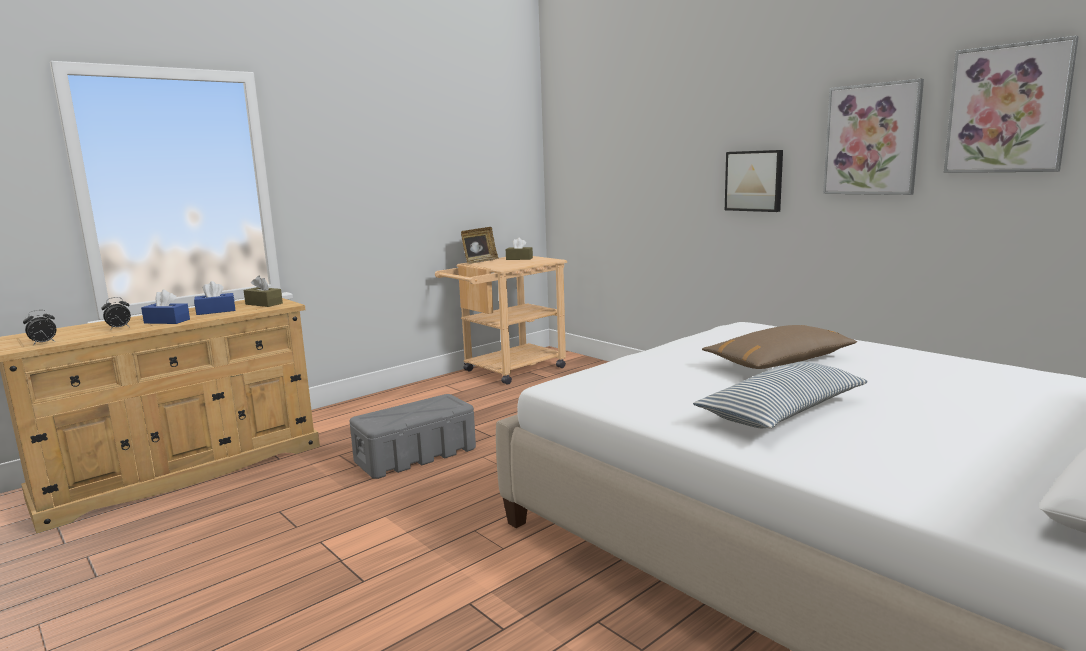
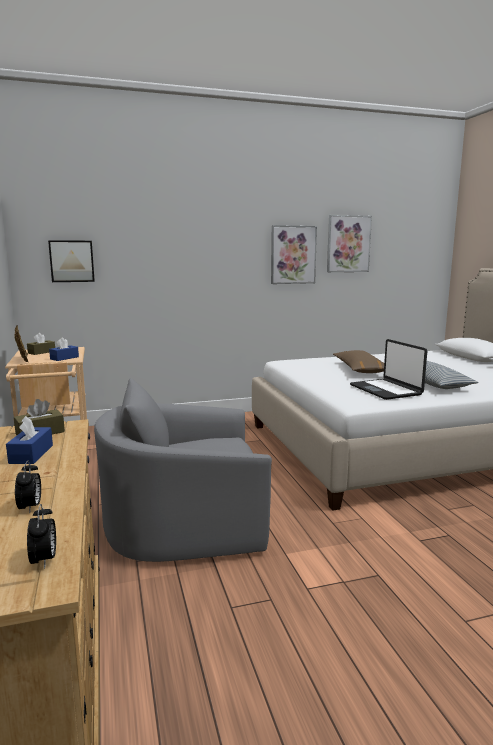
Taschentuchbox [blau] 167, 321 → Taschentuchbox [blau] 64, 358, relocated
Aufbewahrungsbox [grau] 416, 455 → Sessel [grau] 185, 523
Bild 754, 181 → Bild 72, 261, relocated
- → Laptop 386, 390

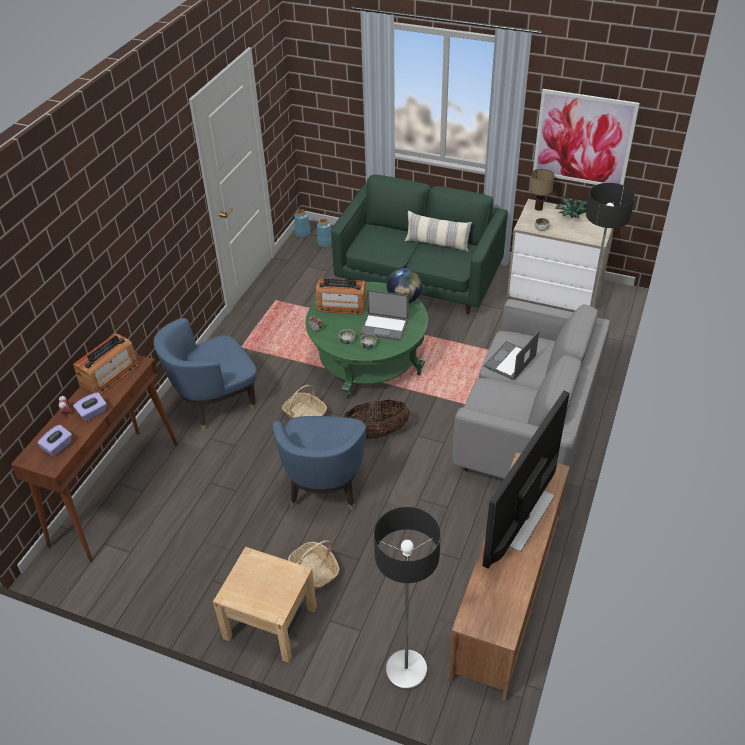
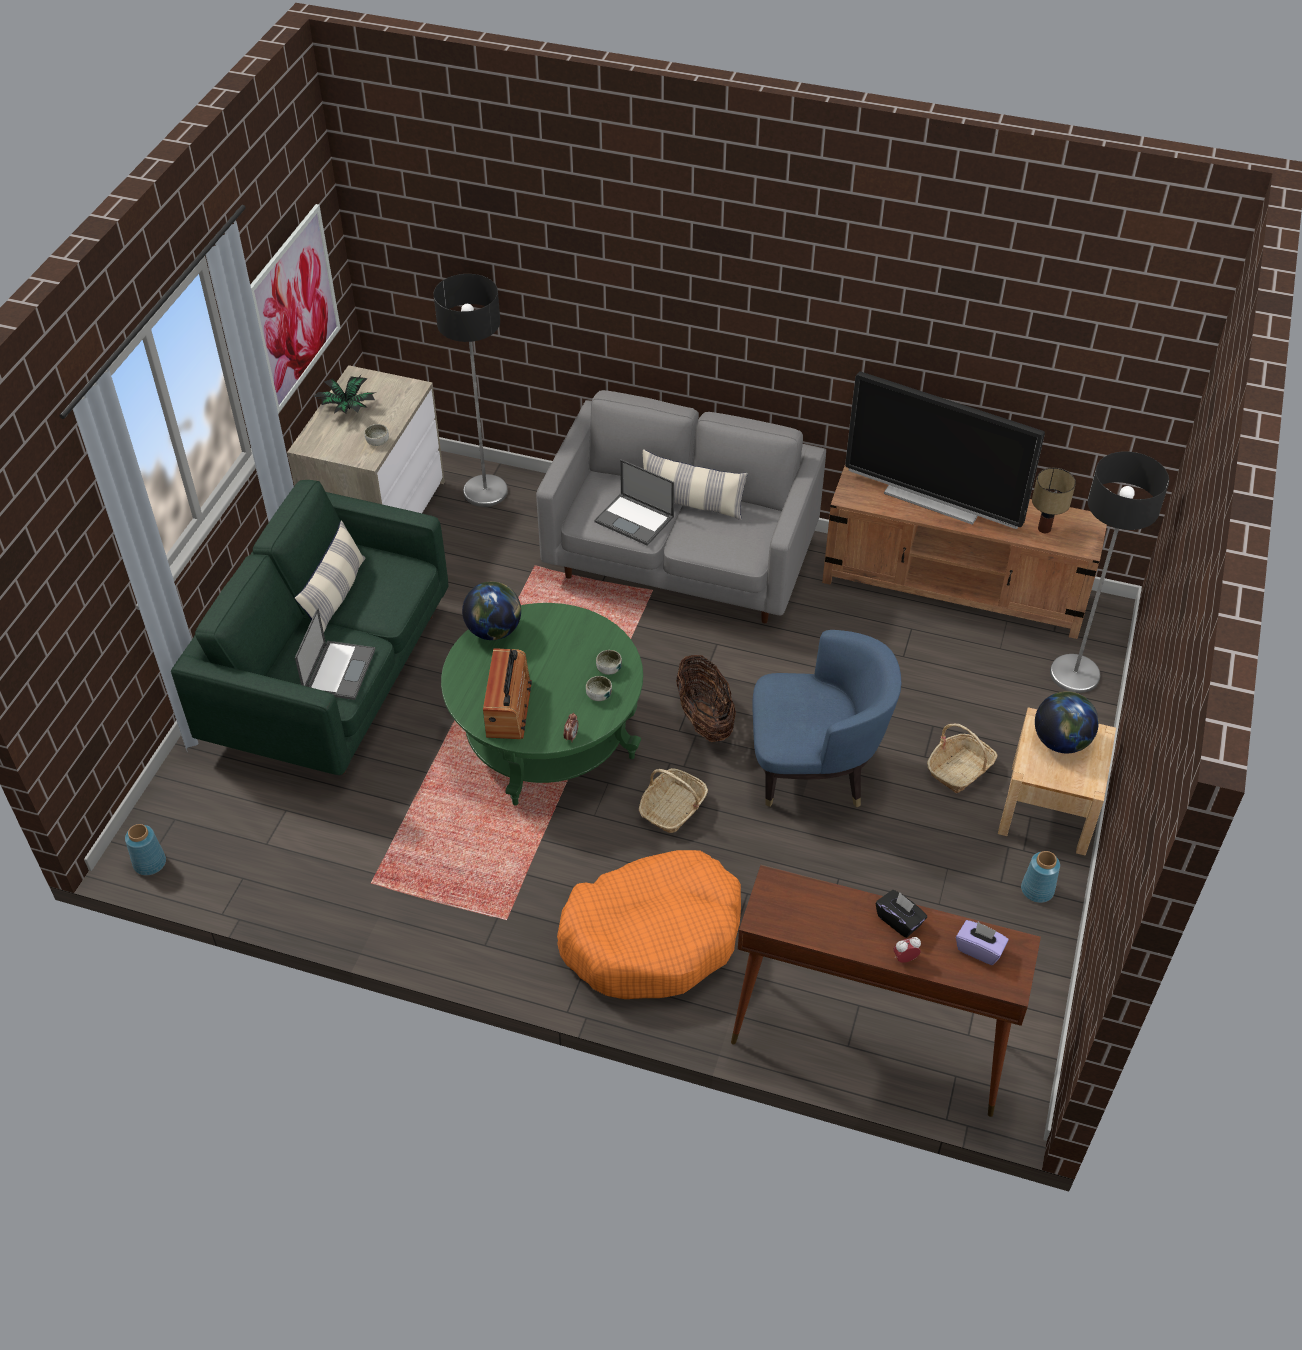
Radio 110, 375 → -
Taschentuchbox [lila] 93, 413 → Taschentuchbox [schwarz] 899, 921
Sessel [blau] 215, 403 → Hundebett [orange] 653, 936
Vase [blau] 325, 242 → Vase [blau] 1036, 889, relocated
Laptop 384, 327 → Laptop 339, 670, relocated
Tischlampe 538, 208 → Tischlampe 1043, 529, relocated
- → Kissen 691, 503
- → Globus 1061, 741

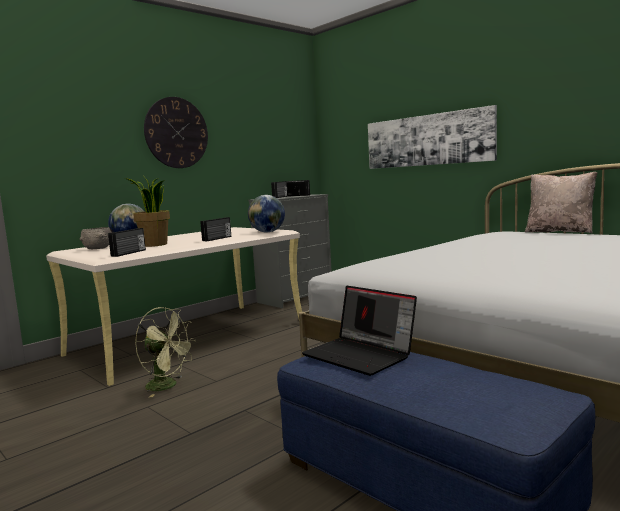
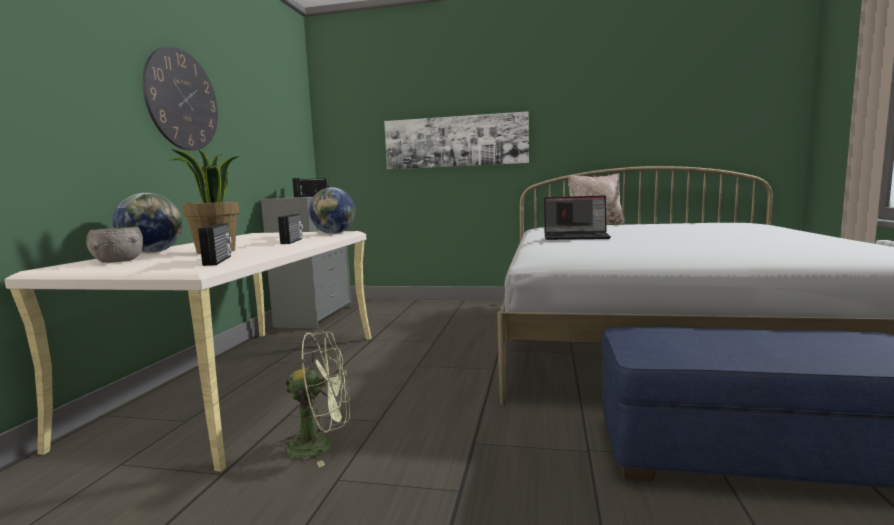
Laptop 361, 355 → Laptop 577, 237, relocated

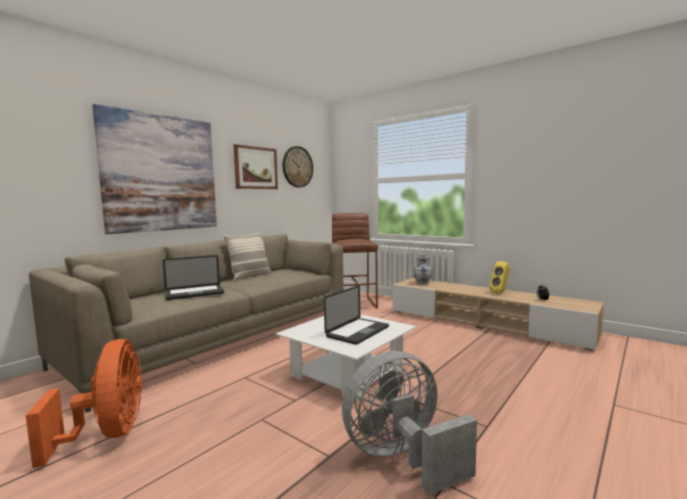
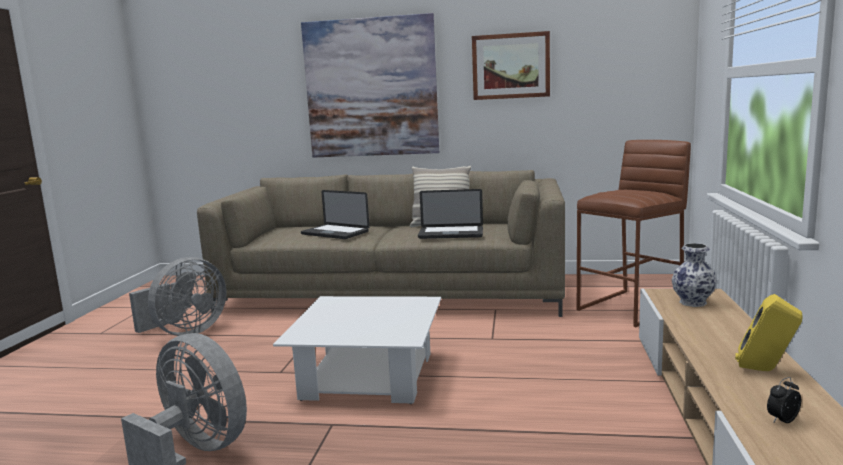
Ventilator [orange] 108, 434 → Ventilator [grau] 185, 332
Wanduhr 297, 167 → -
Laptop 358, 332 → Laptop 451, 234, relocated

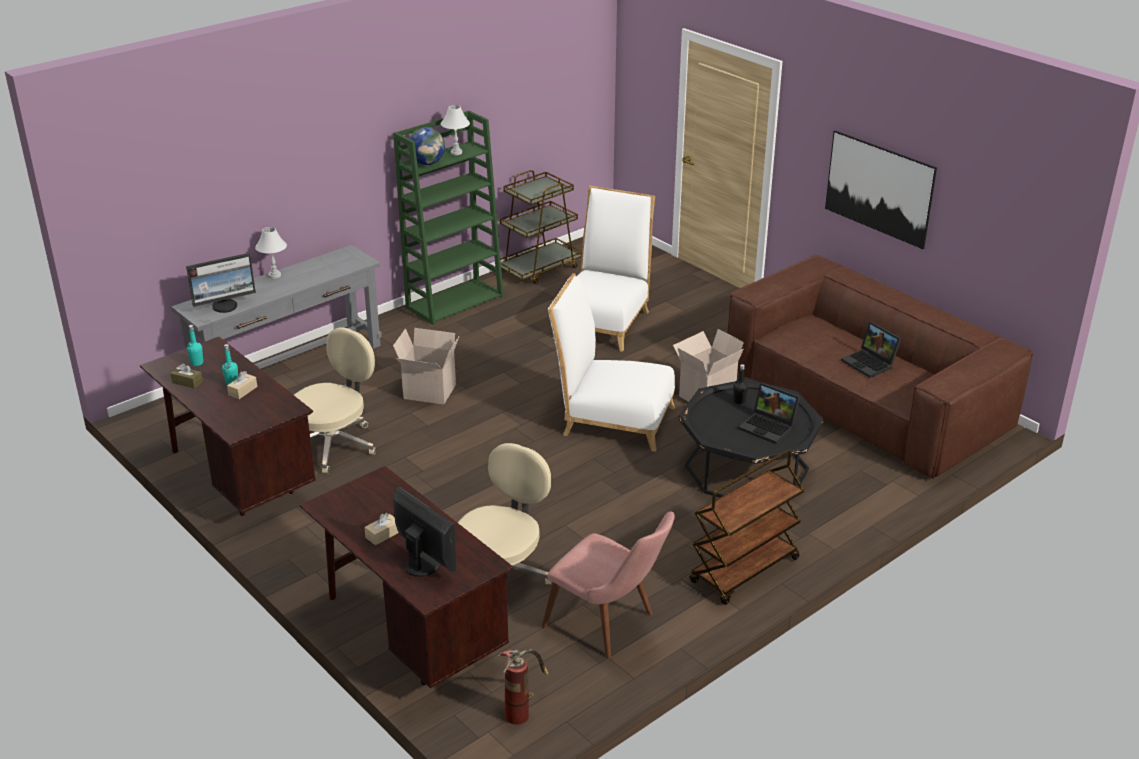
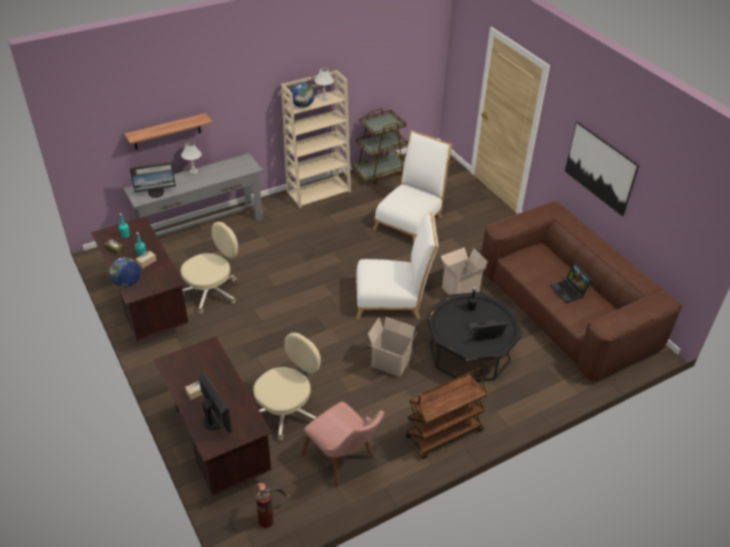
Bücherregal [grün] 455, 301 → Bücherregal [beige] 319, 191
Karton 428, 392 → Karton 389, 363, relocated
Stuhl [weiß] 611, 419 → Stuhl [weiß] 392, 299, 150 degrees clockwise
Laptop 769, 427 → Laptop 484, 333, 120 degrees clockwise
- → Globus 127, 283
- → Wandregal 167, 131

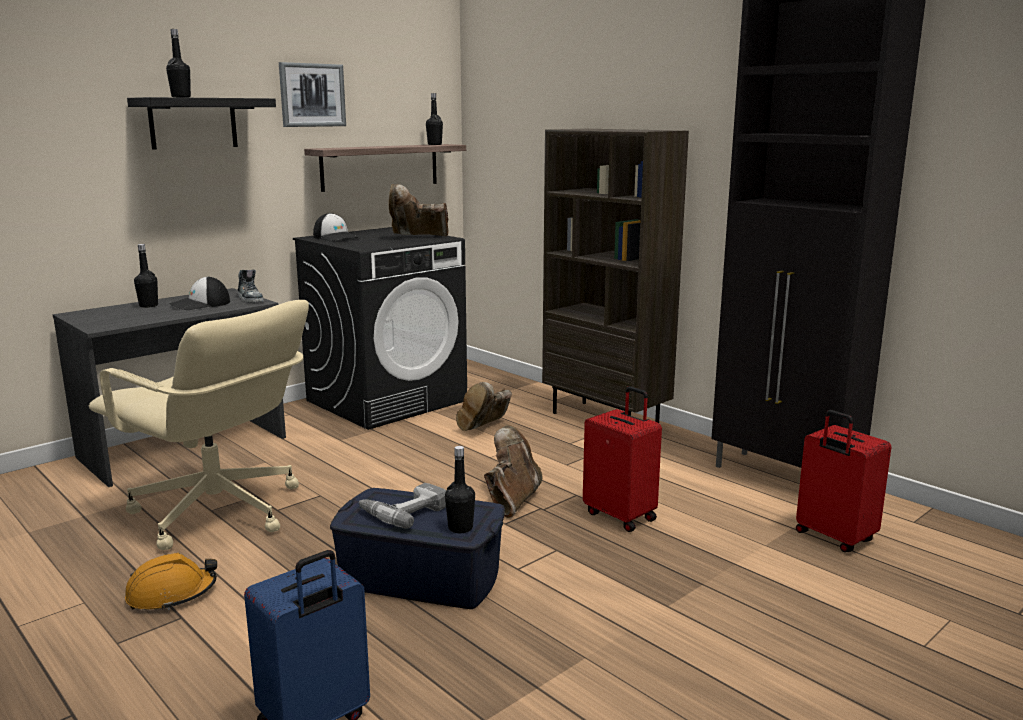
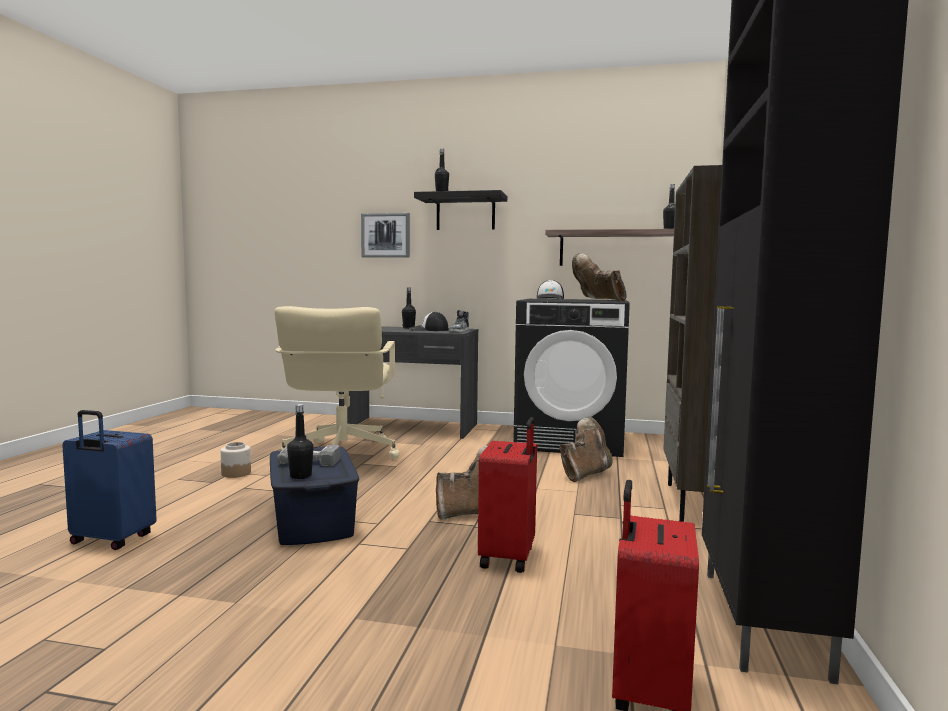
Schutzhelm [orange] 171, 594 → Vorratsglas 236, 473
Bild 312, 95 → Bild 385, 235, relocated
Stiefel [braun] 485, 429 → Stiefel [braun] 584, 474, 135 degrees clockwise

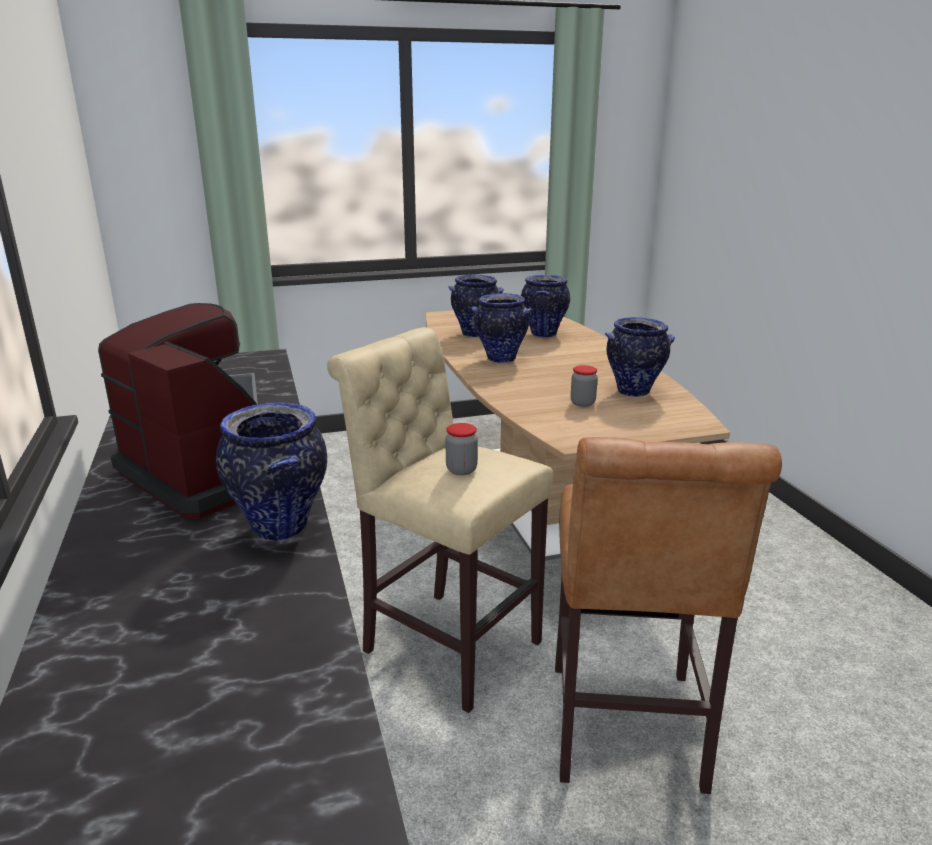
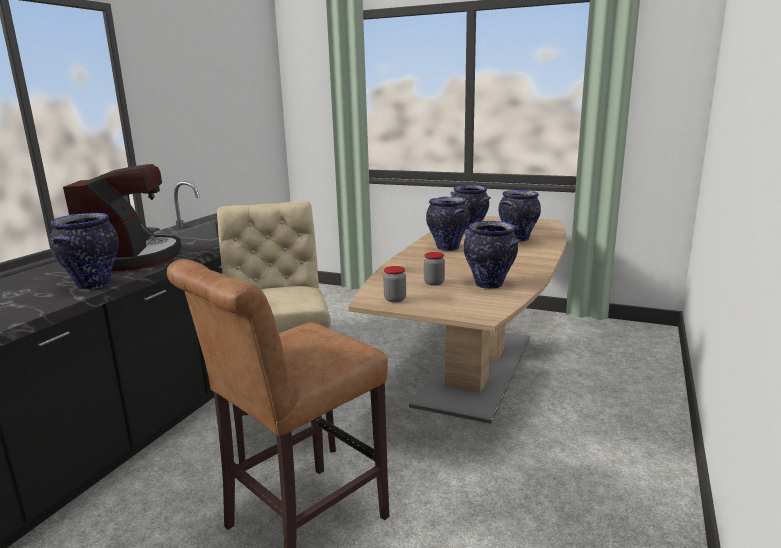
Vorratsglas 461, 470 → Vorratsglas 395, 299, relocated

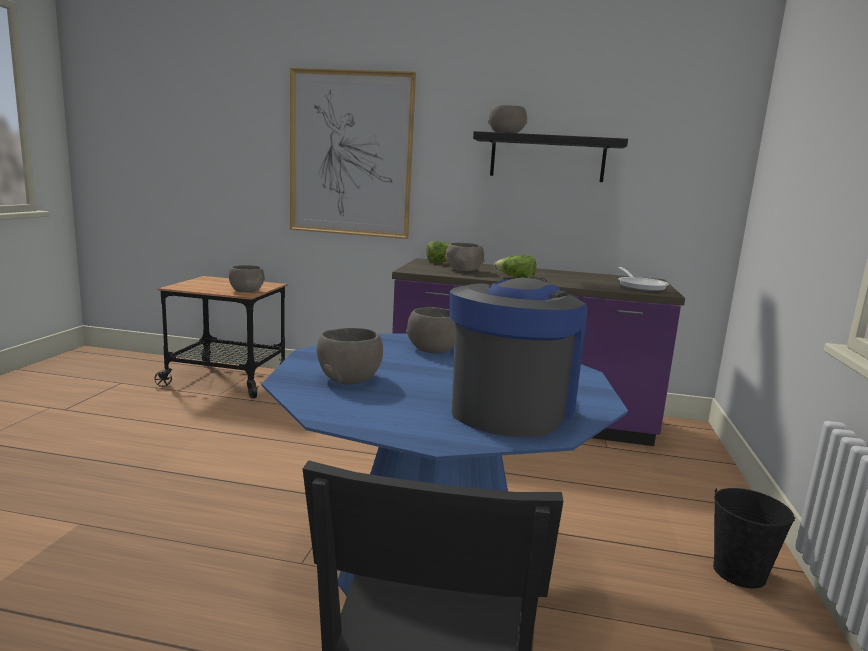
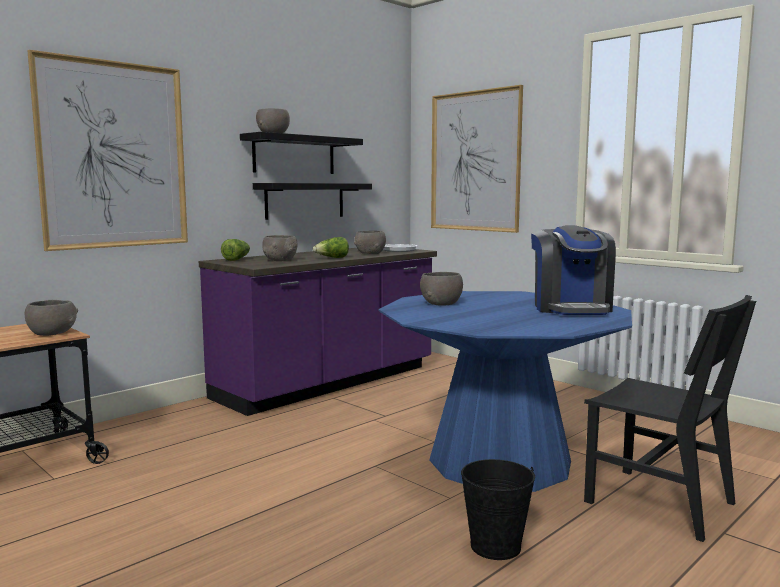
Schüssel [grau] 348, 378 → Schüssel [grau] 370, 253, relocated
Kaffeemaschine 511, 408 → Kaffeemaschine 571, 308, 150 degrees counterclockwise
Eimer [schwarz] 739, 572 → Eimer [schwarz] 495, 546, relocated
- → Wandregal [schwarz] 305, 200
- → Bild 475, 161

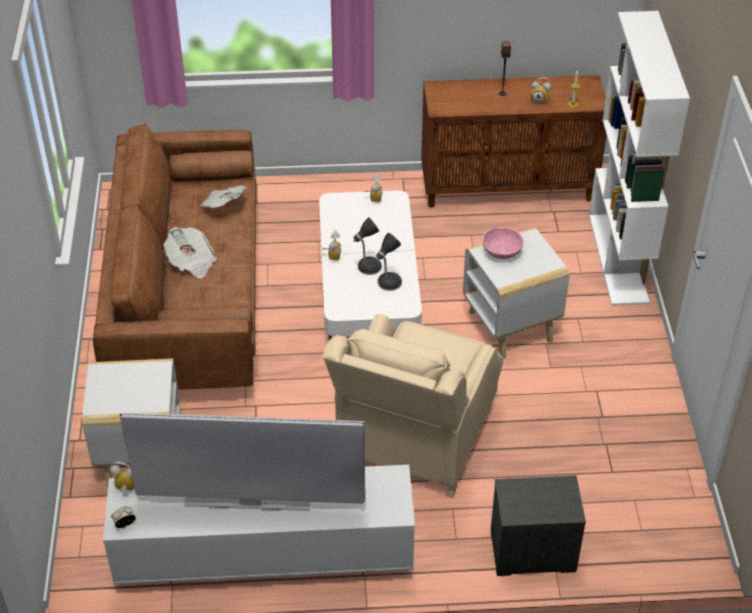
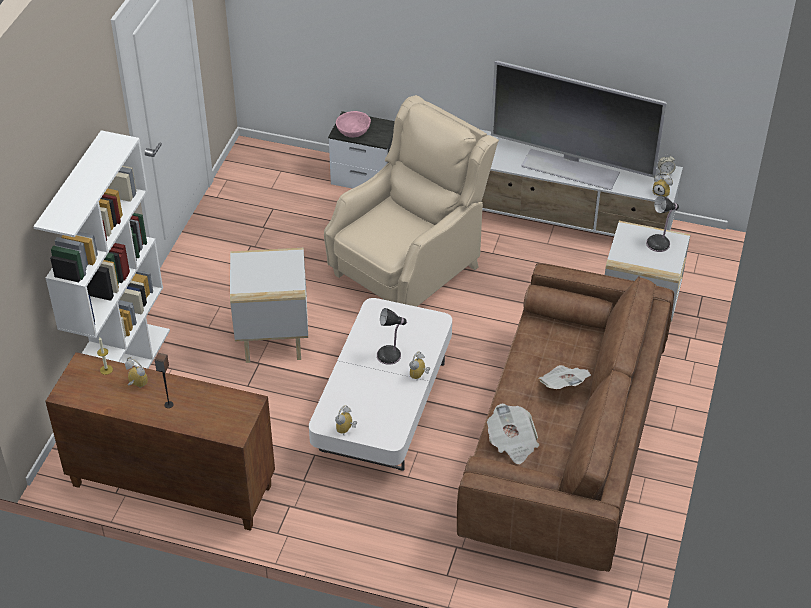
Tischlampe 388, 282 → Tischlampe 659, 243, relocated
Schüssel [rosa] 501, 251 → Schüssel [rosa] 353, 132, relocated

